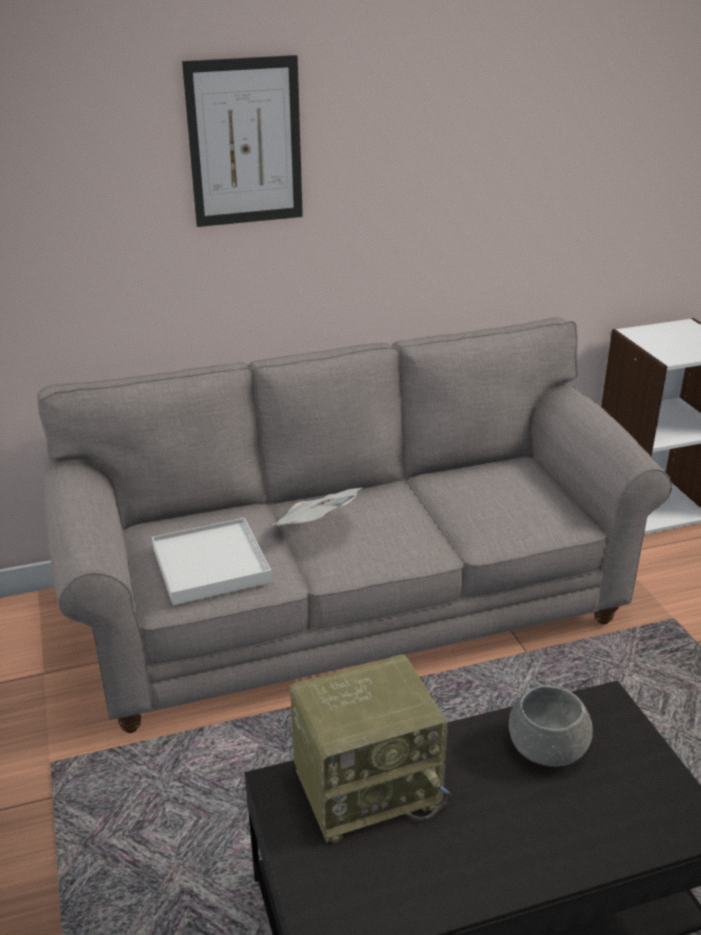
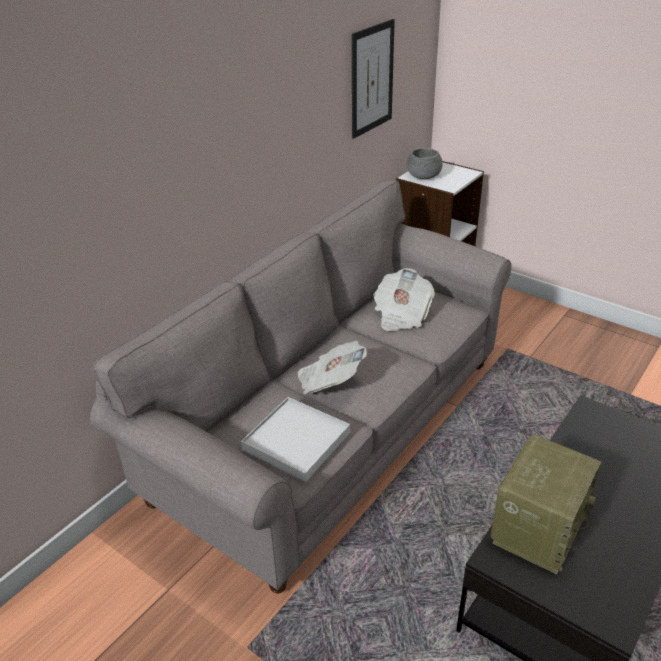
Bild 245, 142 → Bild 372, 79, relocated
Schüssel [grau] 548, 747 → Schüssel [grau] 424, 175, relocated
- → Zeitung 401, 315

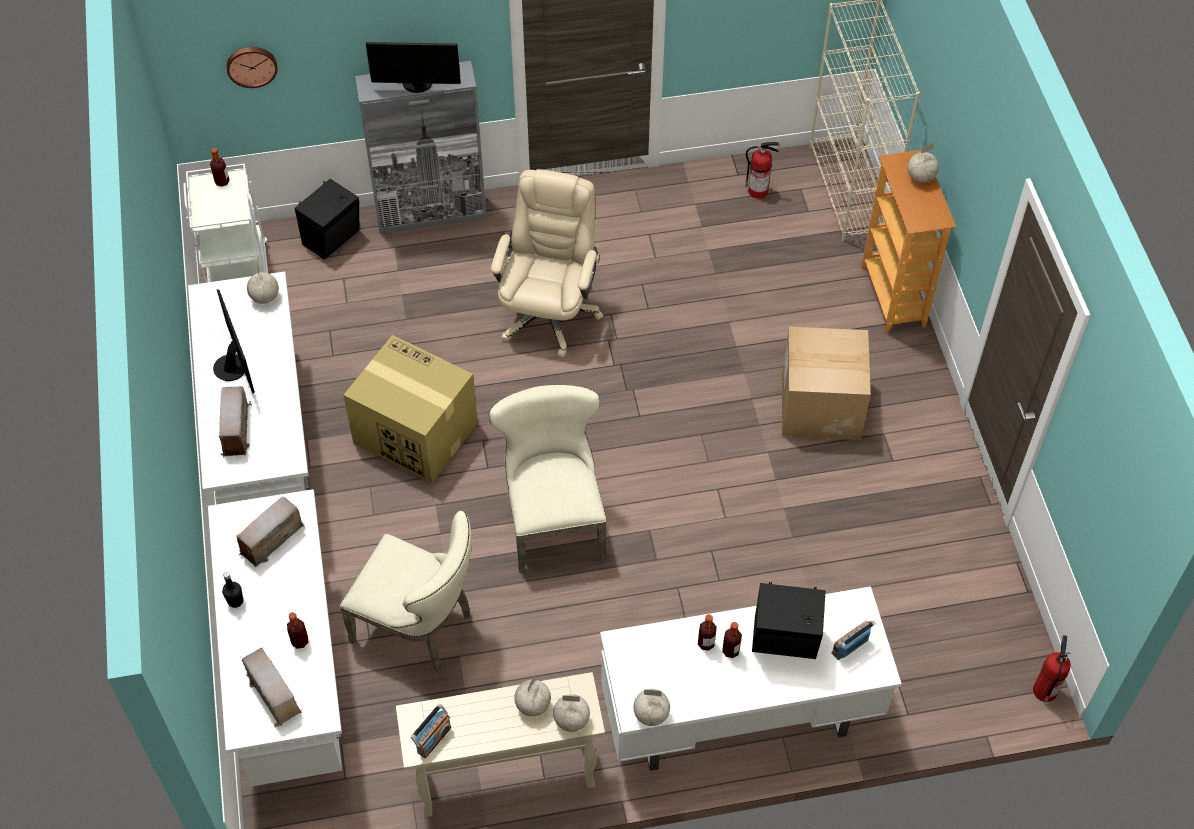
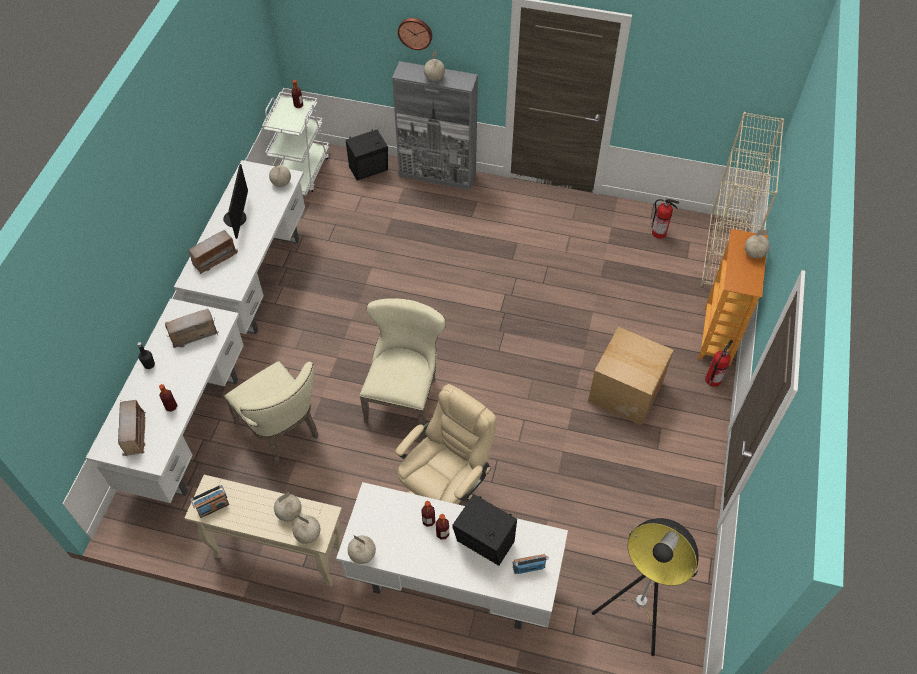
Radio 236, 431 → Radio 215, 258, 150 degrees counterclockwise
Wanduhr 251, 65 → Wanduhr 415, 32, relocated
Karton 414, 432 → -
Monitor 417, 84 → Globus 434, 78
Bürostuhl [beige] 549, 313 → Bürostuhl [beige] 446, 490, relocated
Feuerlöscher 1044, 690 → Feuerlöscher 713, 379, relocated
- → Stehlampe 635, 614

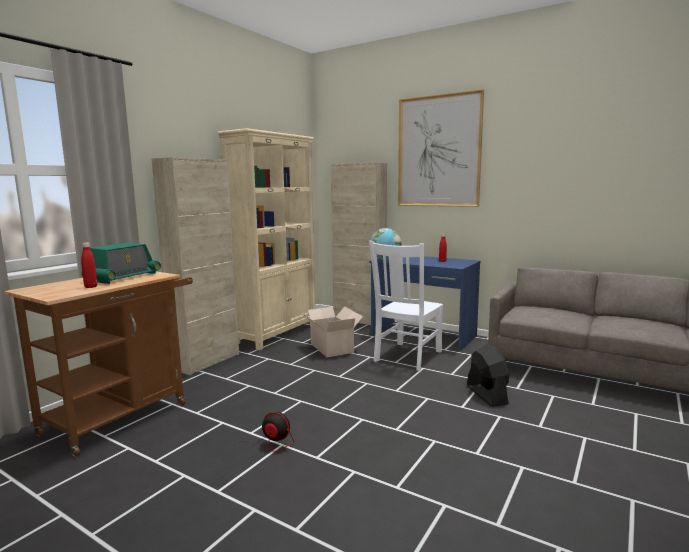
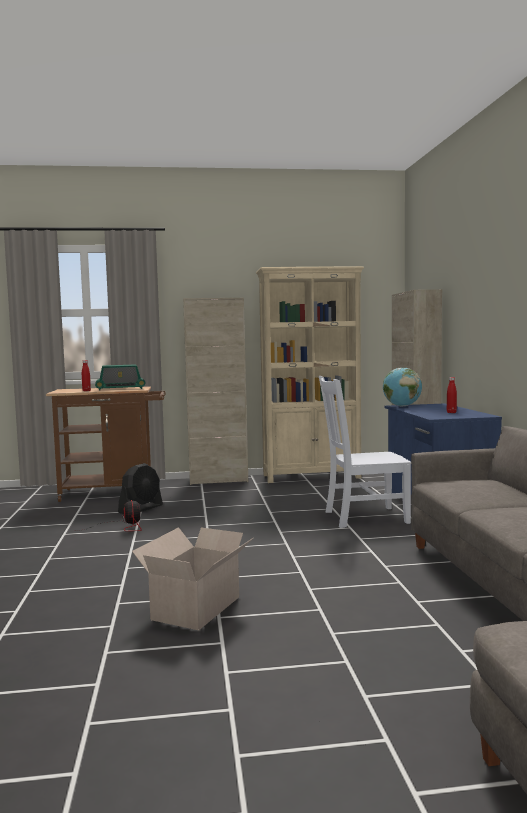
Karton 331, 347 → Karton 198, 607, relocated
Bild 438, 151 → -
Ventilator [schwarz] 486, 394 → Ventilator [schwarz] 141, 509, relocated

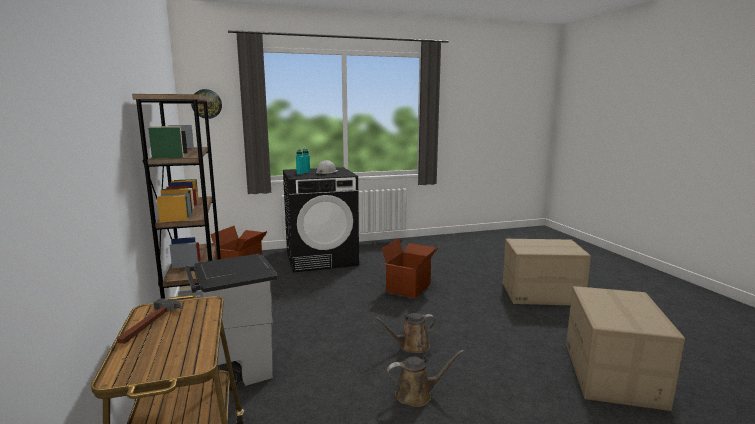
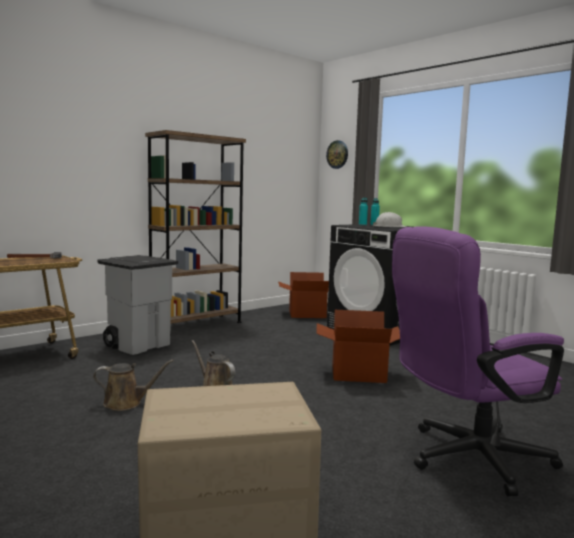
Gießkanne [braun] 417, 395 → Gießkanne [braun] 126, 403, 60 degrees counterclockwise
Karton 541, 294 → Bürostuhl [lila] 466, 458

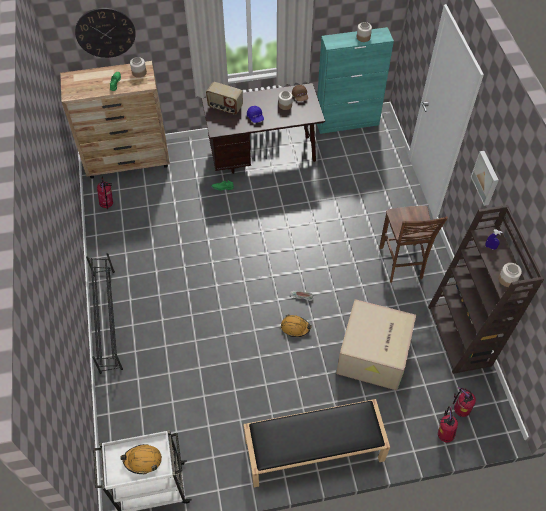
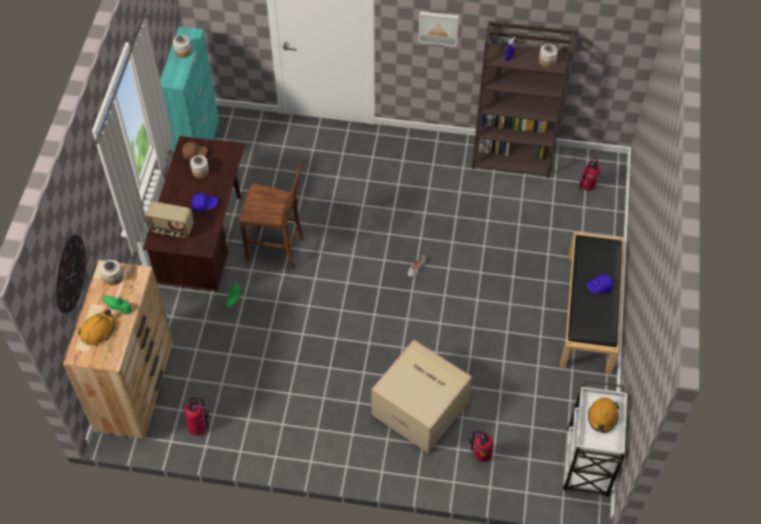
Schuhregal [schwarz] 107, 319 → -
Radio 225, 107 → Radio 171, 229, 60 degrees clockwise
Schutzhelm [orange] 295, 327 → Schutzhelm [orange] 98, 330, relocated
Karton 373, 356 → Karton 421, 408, relocated
Stuhl [braun] 401, 264 → Stuhl [braun] 277, 249, relocated
Feuerlöscher 443, 434 → Feuerlöscher 480, 455, relocated
- → Kappe [blau] 599, 287

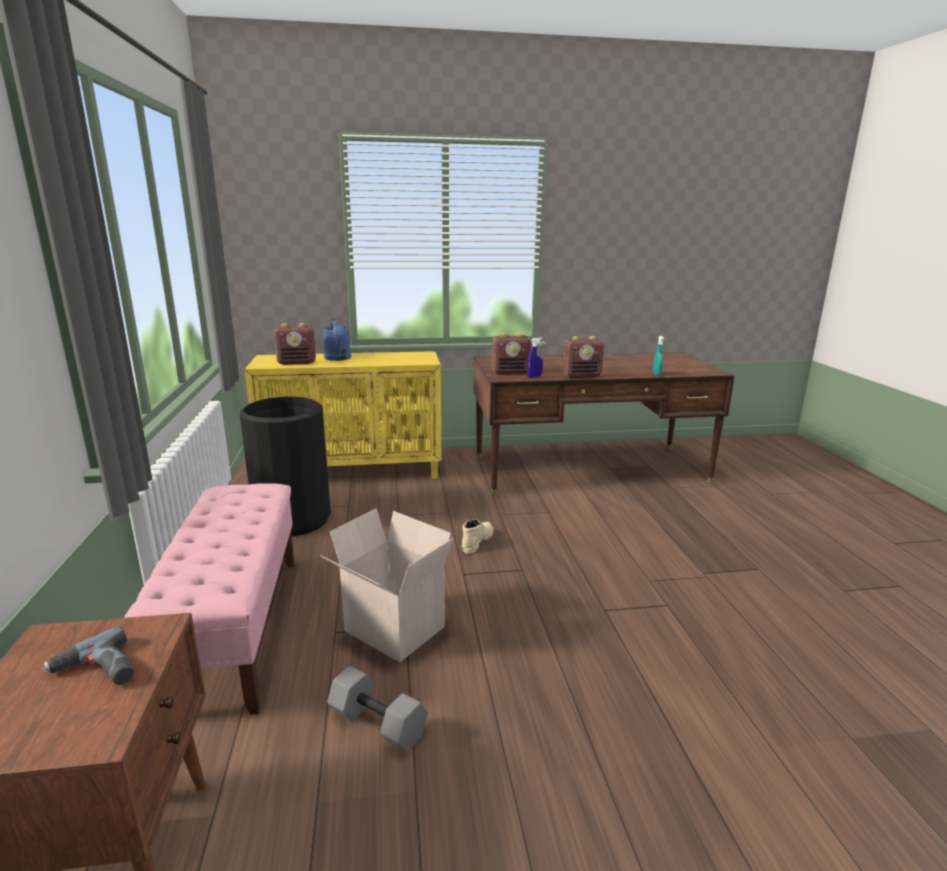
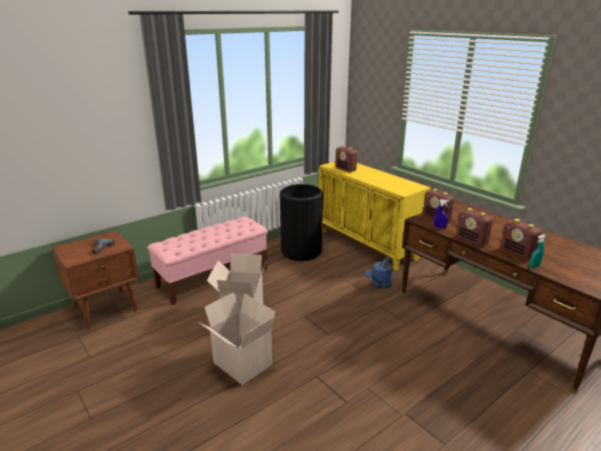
Gießkanne [blau] 338, 358 → Gießkanne [blau] 379, 285, relocated
Hantel [grau] 376, 724 → -
Stiefel [beige] 476, 541 → -
- → Karton 240, 364
- → Radio 517, 253

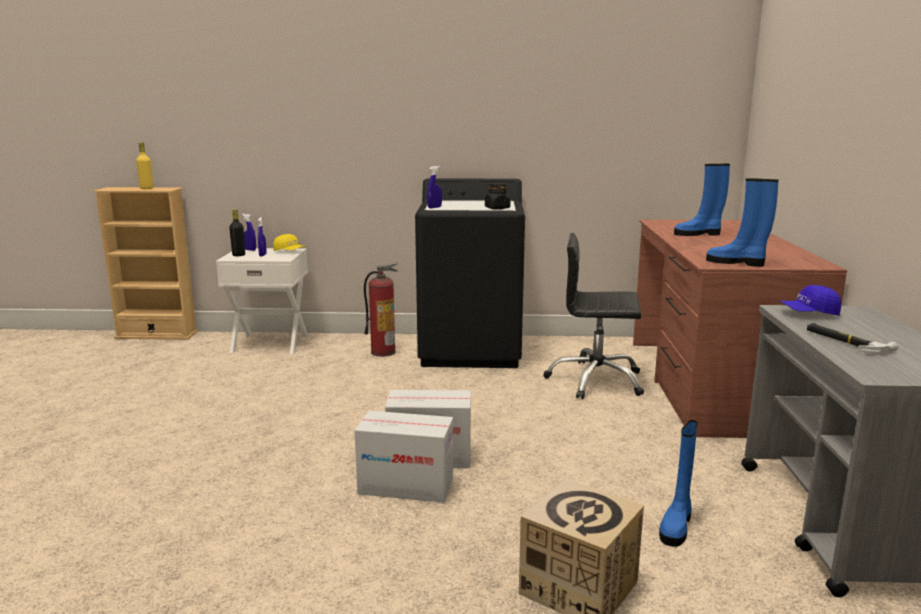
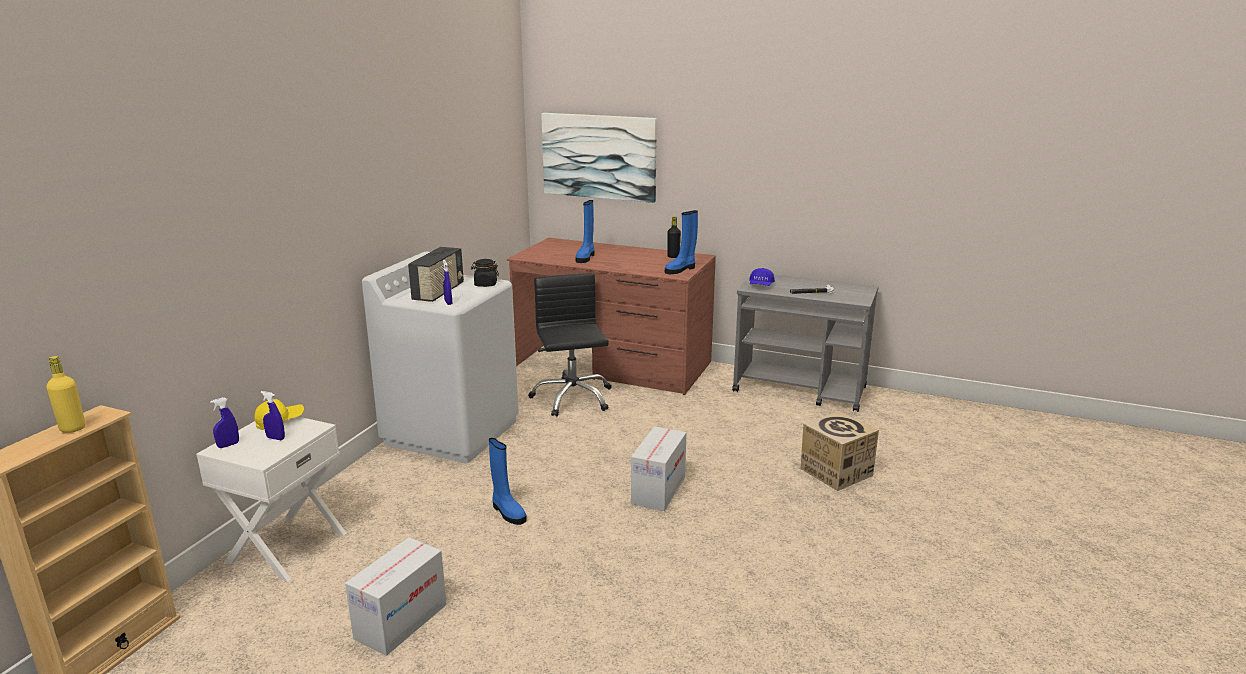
Flasche [schwarz] 238, 255 → Flasche [schwarz] 673, 256, relocated
Karton 405, 486 → Karton 401, 622, relocated
Feuerlöscher 383, 352 → -
Waschmaschine [schwarz] 471, 350 → Waschmaschine [weiß] 452, 432
Bürostuhl [schwarz] 595, 380 → Bürostuhl [schwarz] 572, 398, 135 degrees clockwise
Stiefel [blau] 676, 526 → Stiefel [blau] 507, 512, relocated
- → Radio 439, 292
- → Bild 599, 156

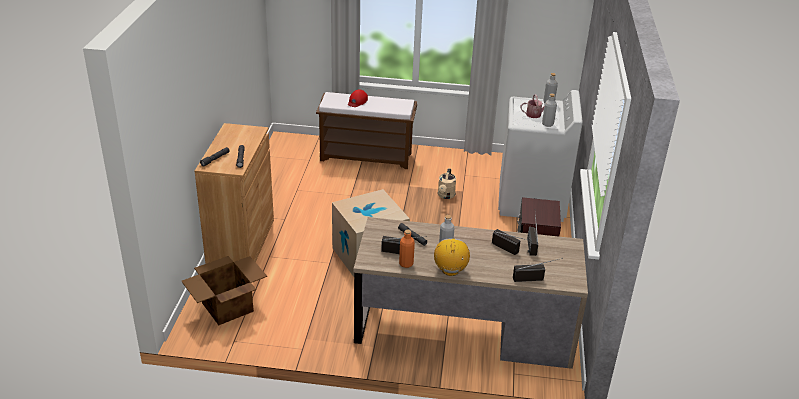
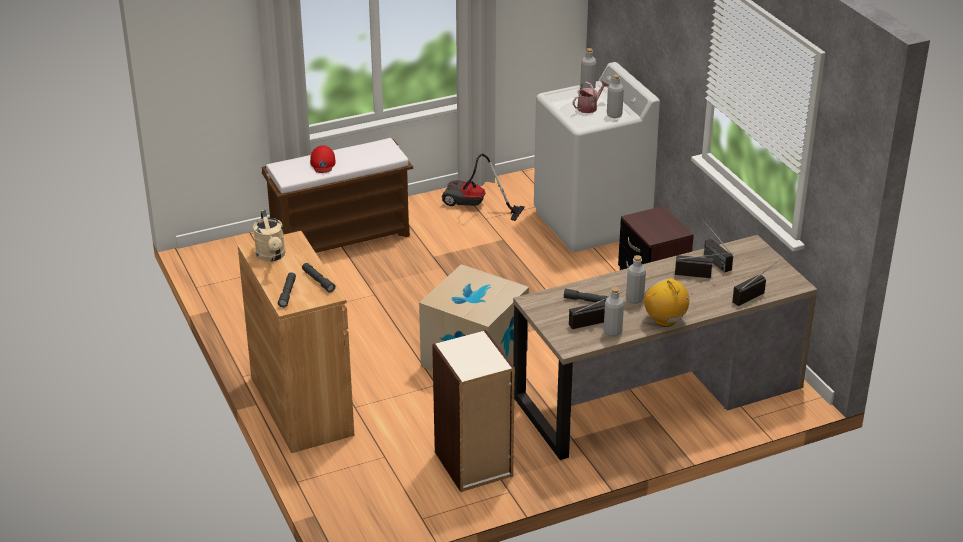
Karton 226, 307 → -
Flasche [orange] 406, 264 → Flasche [grau] 612, 332
Gießkanne [beige] 445, 196 → Gießkanne [beige] 272, 256, relocated
- → Bücherregal 473, 465
- → Staubsauger 474, 206

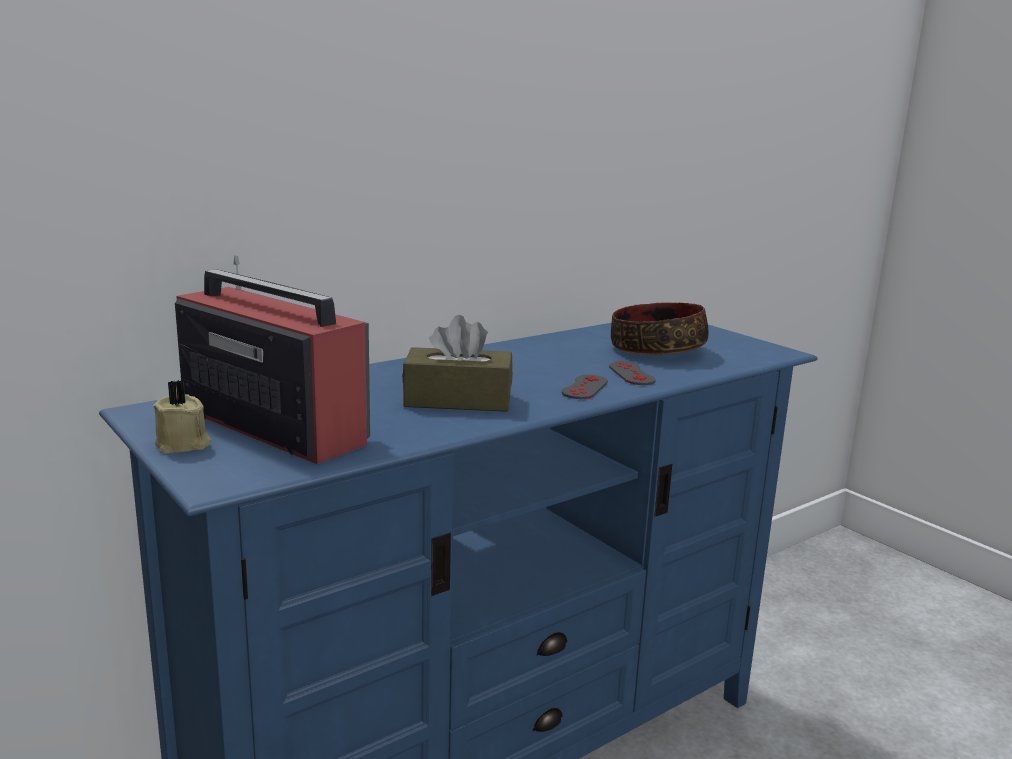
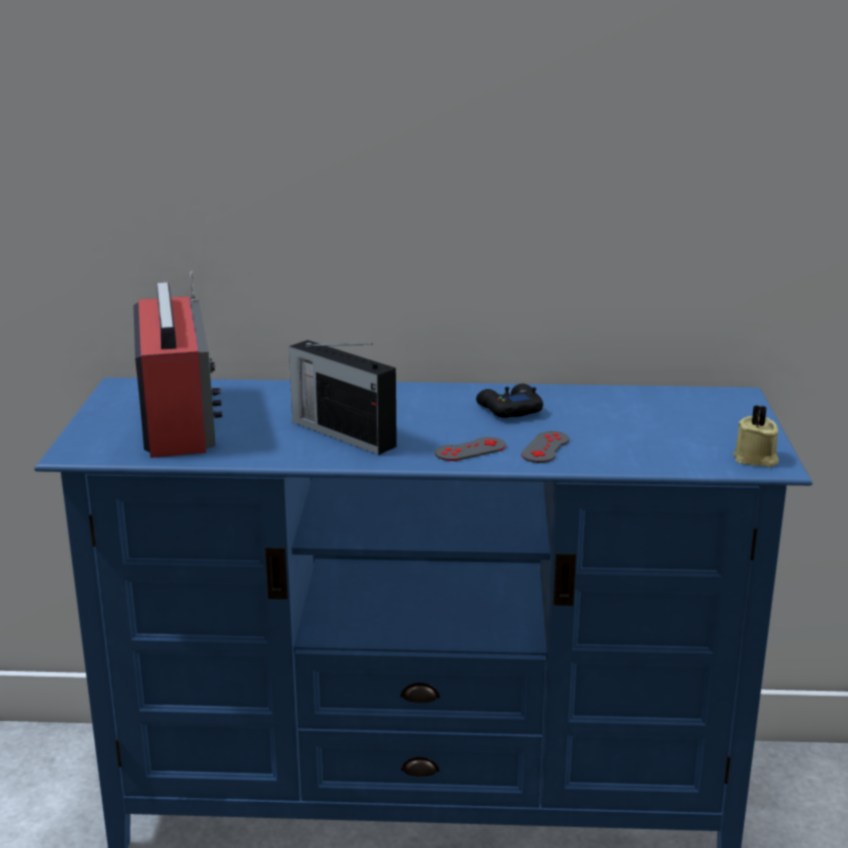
Kerze [beige] 183, 445 → Kerze [beige] 755, 459, relocated
Taschentuchbox [braun] 458, 400 → Radio 341, 433
Schüssel 656, 349 → -
- → Gamepad [schwarz] 509, 409

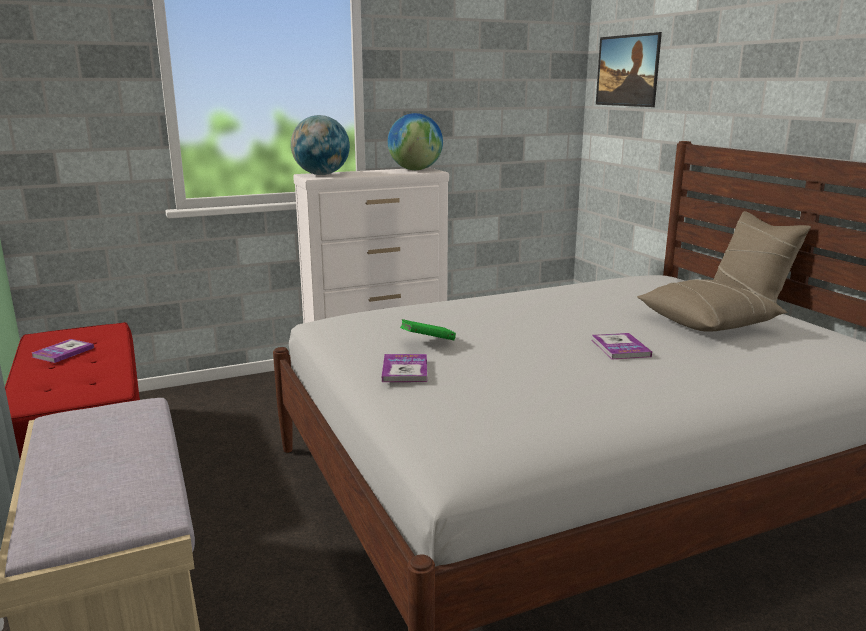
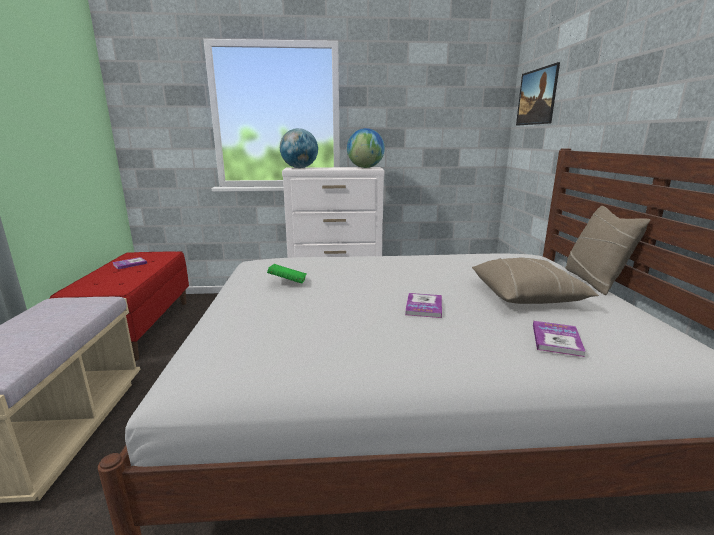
Buch 405, 370 → Buch 556, 340, relocated

